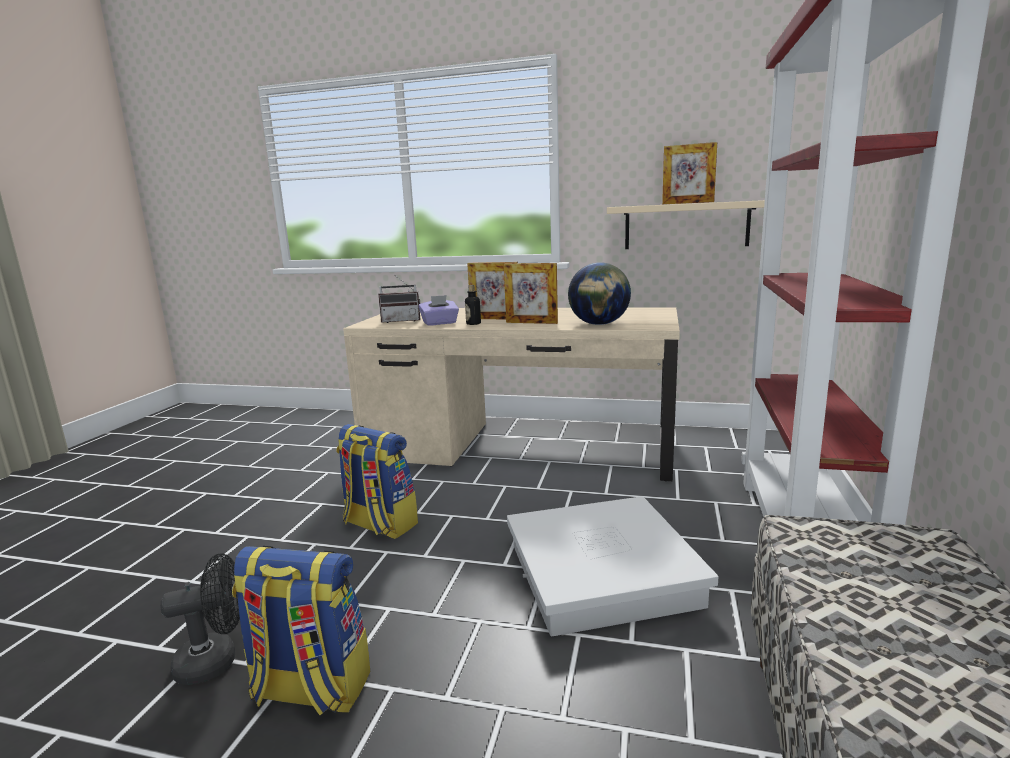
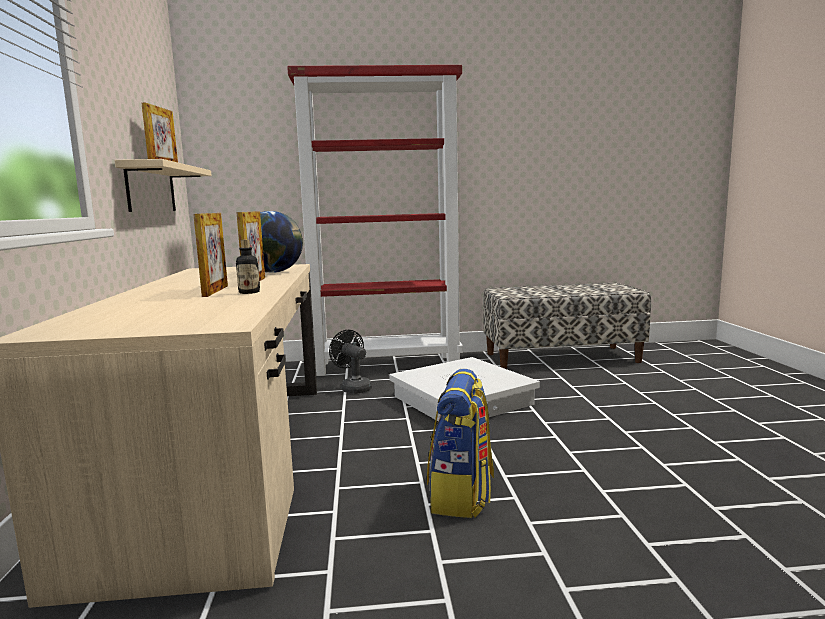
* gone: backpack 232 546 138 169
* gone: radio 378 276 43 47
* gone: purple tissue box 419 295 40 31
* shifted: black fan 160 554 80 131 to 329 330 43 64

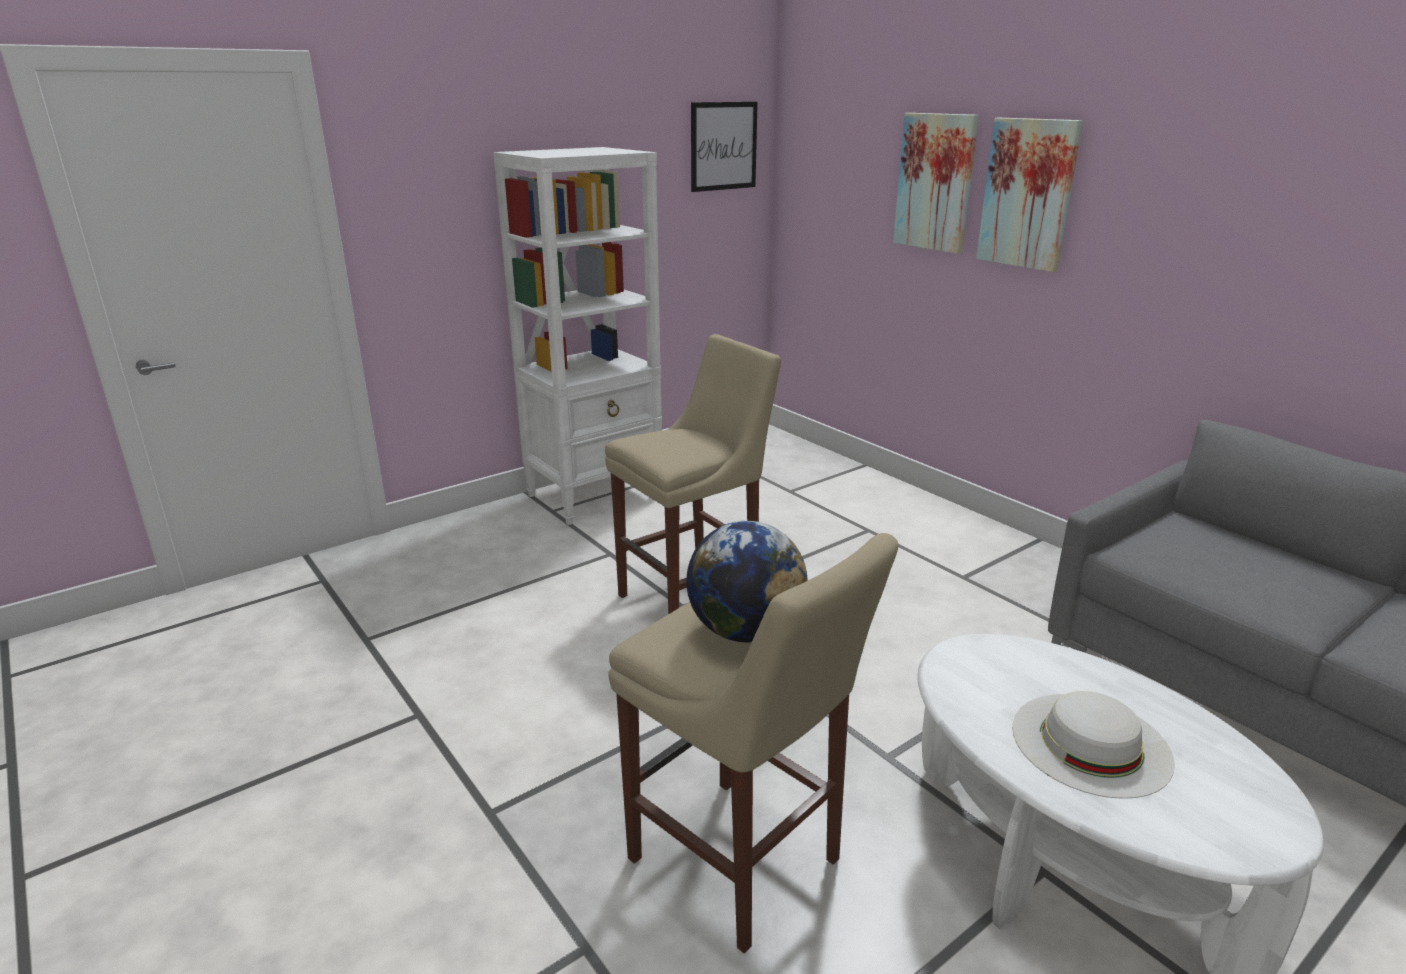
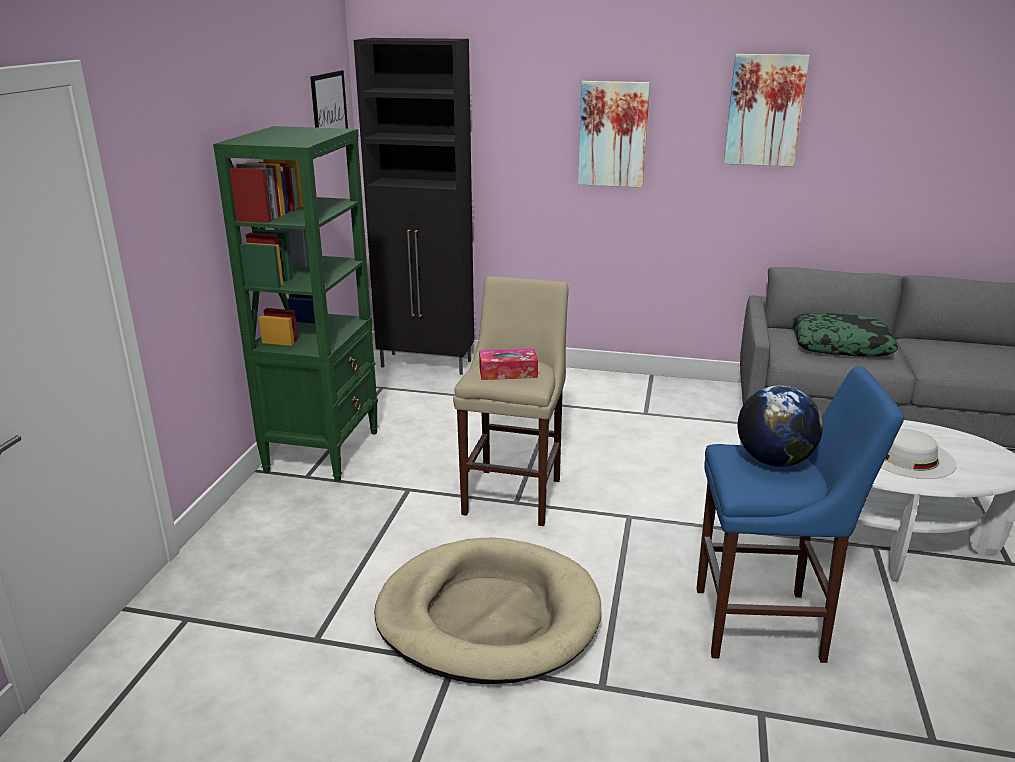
* new: black cabinet 354 38 120 337
* new: beige dog bed 375 538 227 146
* new: tissue box 479 349 59 31
* new: pillow 792 313 106 44
* shifted: picture 893 113 86 141 to 724 54 86 113
* repainted: white bookcase 493 147 169 378 to green bookcase 213 126 165 356
* repainted: beige stool 608 533 290 421 to blue stool 696 366 208 297

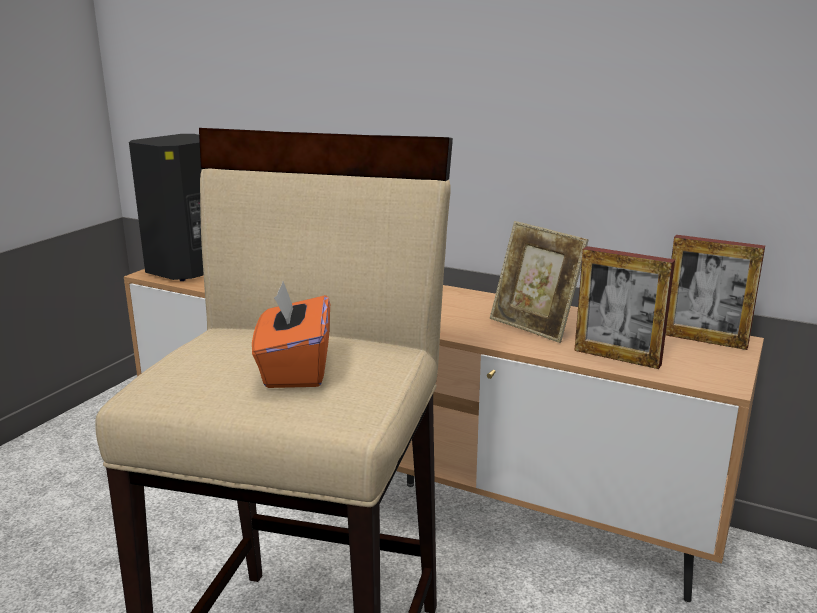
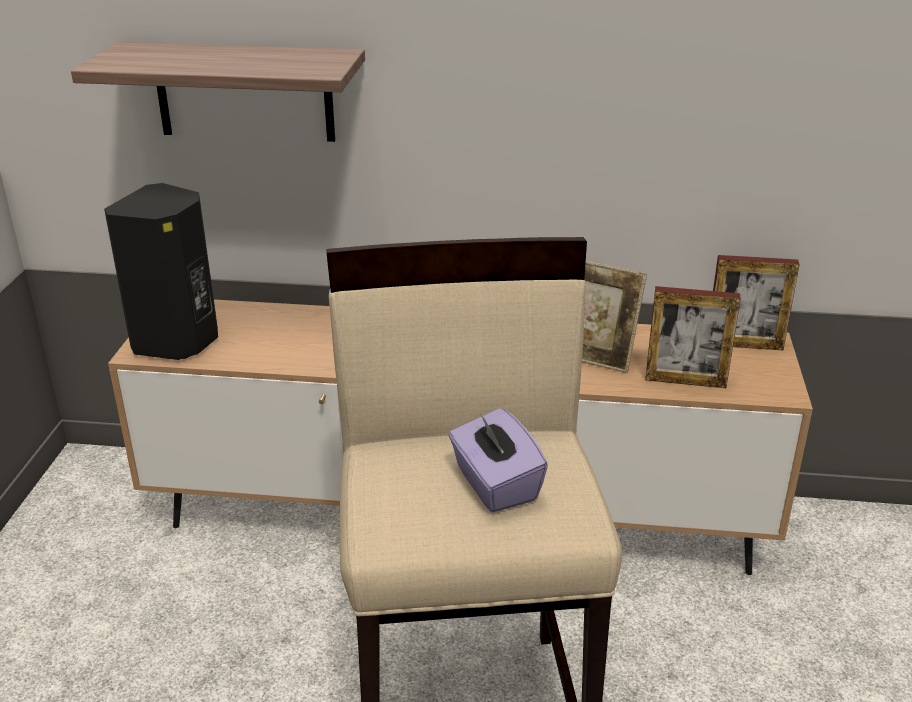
* new: shelf 71 42 294 100
* repainted: orange tissue box 252 281 78 107 to purple tissue box 449 408 99 104

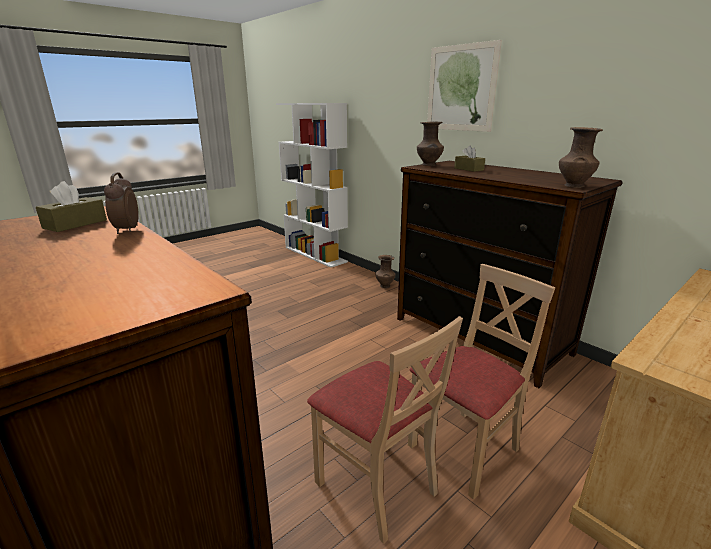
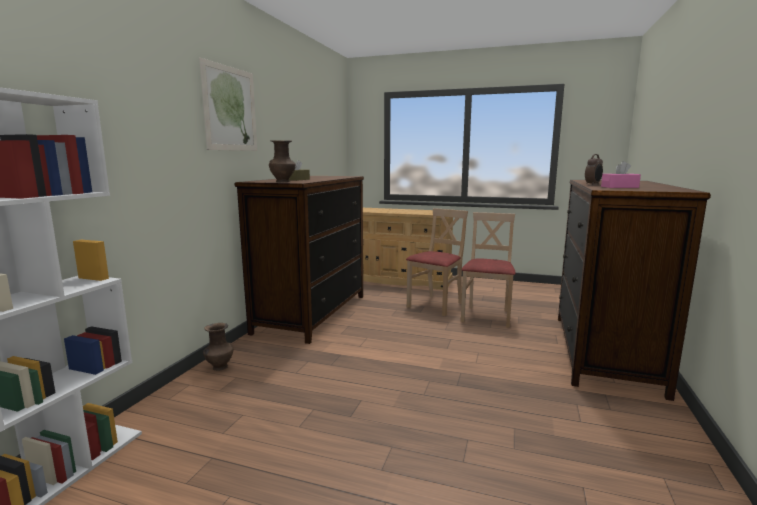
* gone: brown vase 559 127 44 61
* repainted: brown tissue box 36 181 71 51 to pink tissue box 601 161 40 27
* rotated: beige chair 408 264 147 236 = 406 208 62 108 105 degrees clockwise

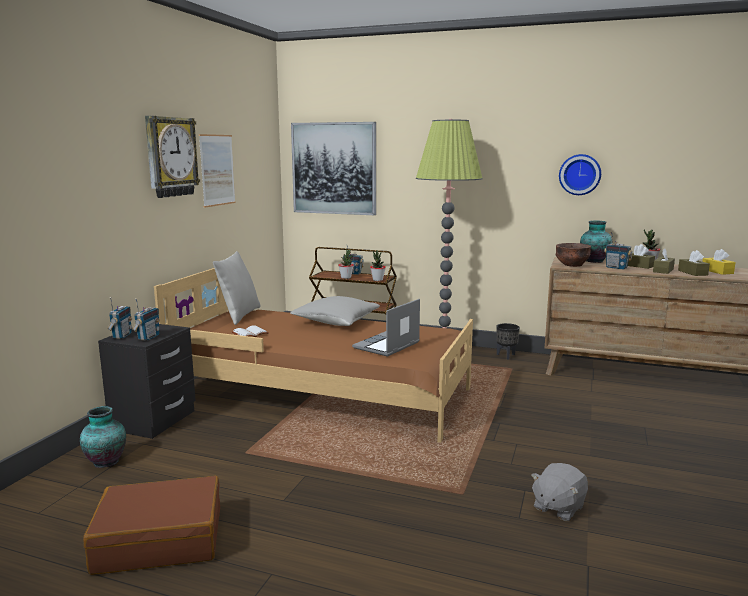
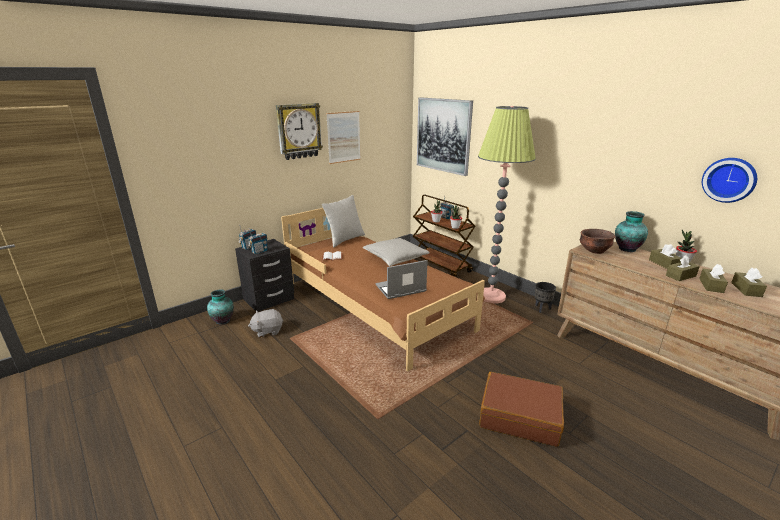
* gone: radio 604 232 28 37
* shifted: brown suitcase 83 476 137 99 to 479 372 85 75
* shifted: grey plush toy 531 463 57 58 to 248 309 35 29
* shifted: wall clock 559 154 42 41 to 702 158 55 45
* repainted: yellow tissue box 703 249 33 26 to brown tissue box 731 268 36 29

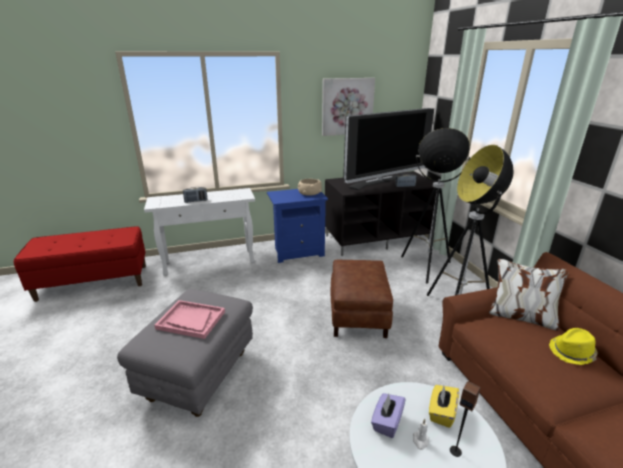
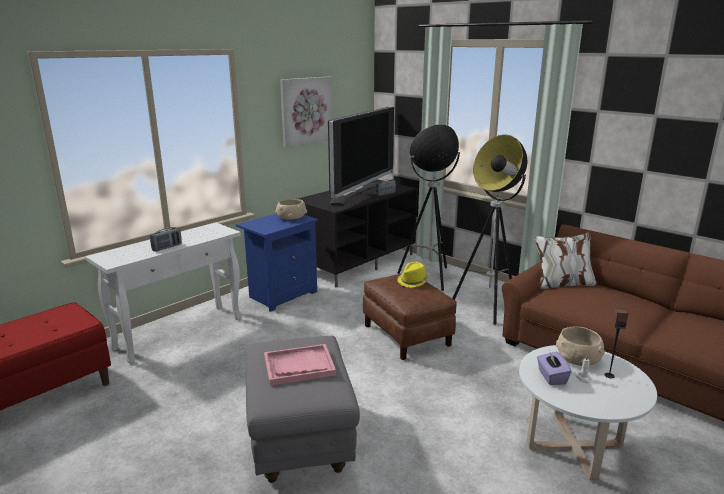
* shifted: yellow hat 549 328 49 37 to 397 262 31 26
* swapped: yellow tissue box 429 385 30 43 to beige bowl 556 327 49 39

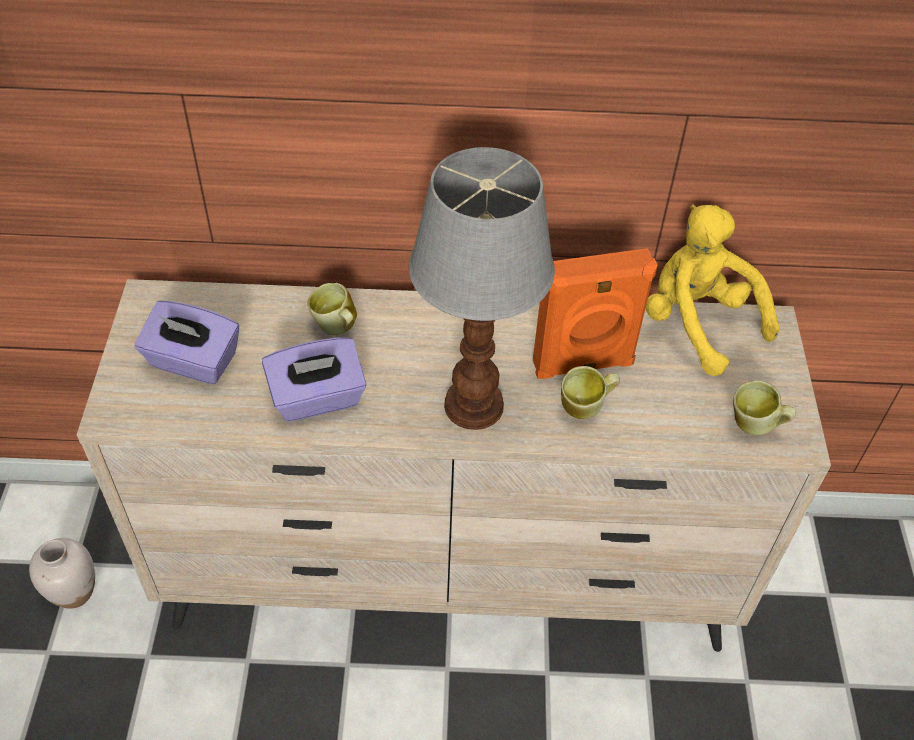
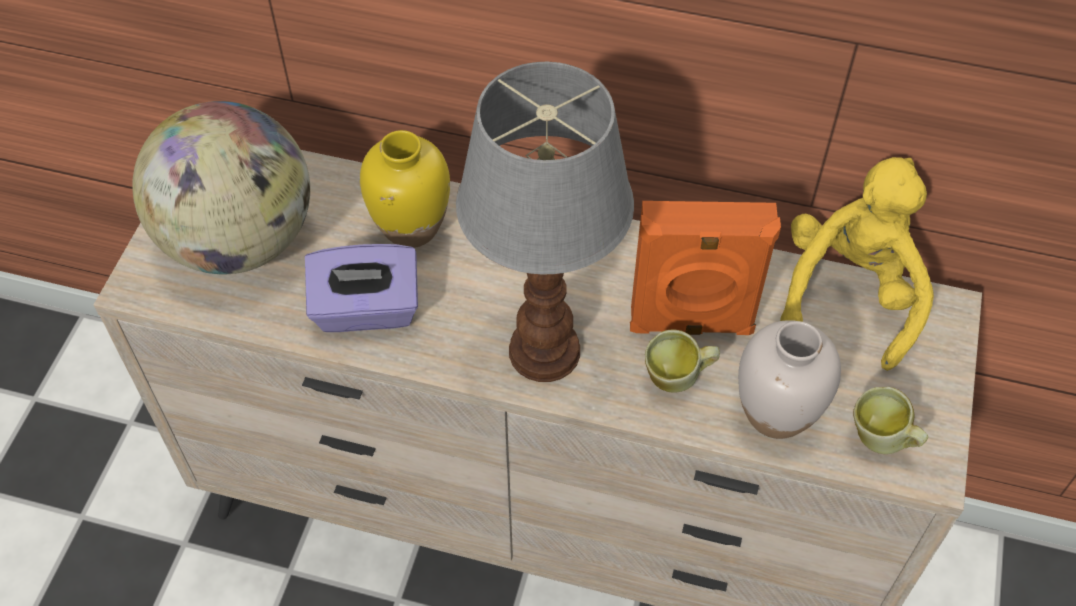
* shifted: white vase 29 538 66 71 to 738 320 103 119
* swapped: purple tissue box 134 301 105 83 to globe 132 101 178 173
* swapped: mug 307 283 50 52 to yellow vase 360 130 90 118
* rotated: yellow plush toy 646 205 134 171 = 780 157 154 214 45 degrees clockwise

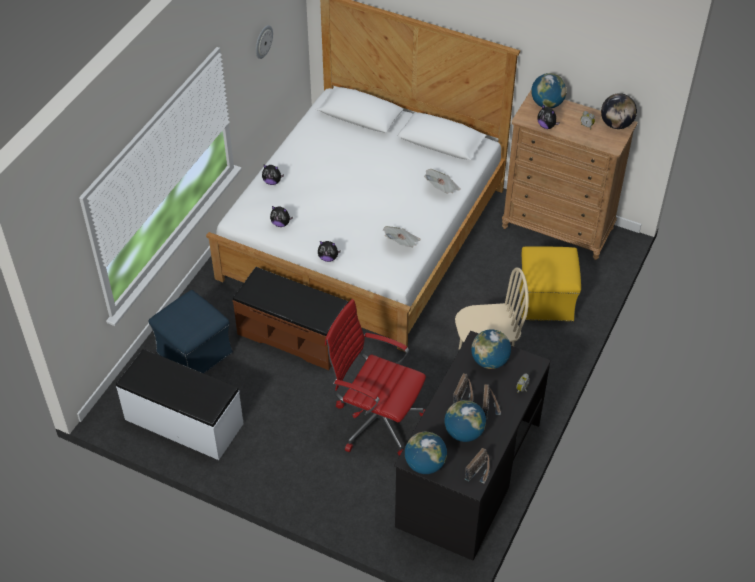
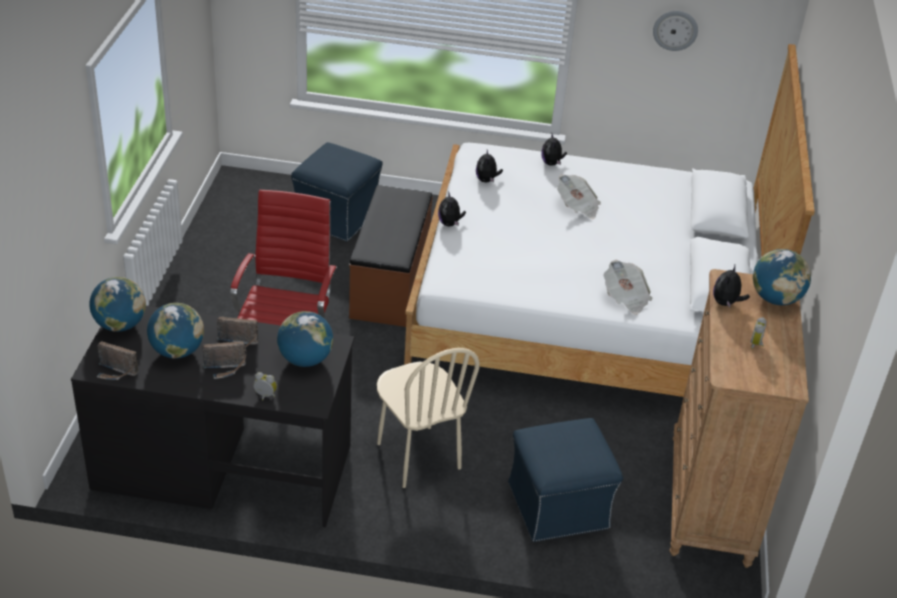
* gone: white bench 116 349 128 111
* gone: globe 601 93 36 36
* shifted: newspaper 383 226 38 22 to 557 174 44 45
* repainted: yellow ottoman 519 246 62 75 to blue ottoman 508 418 115 124

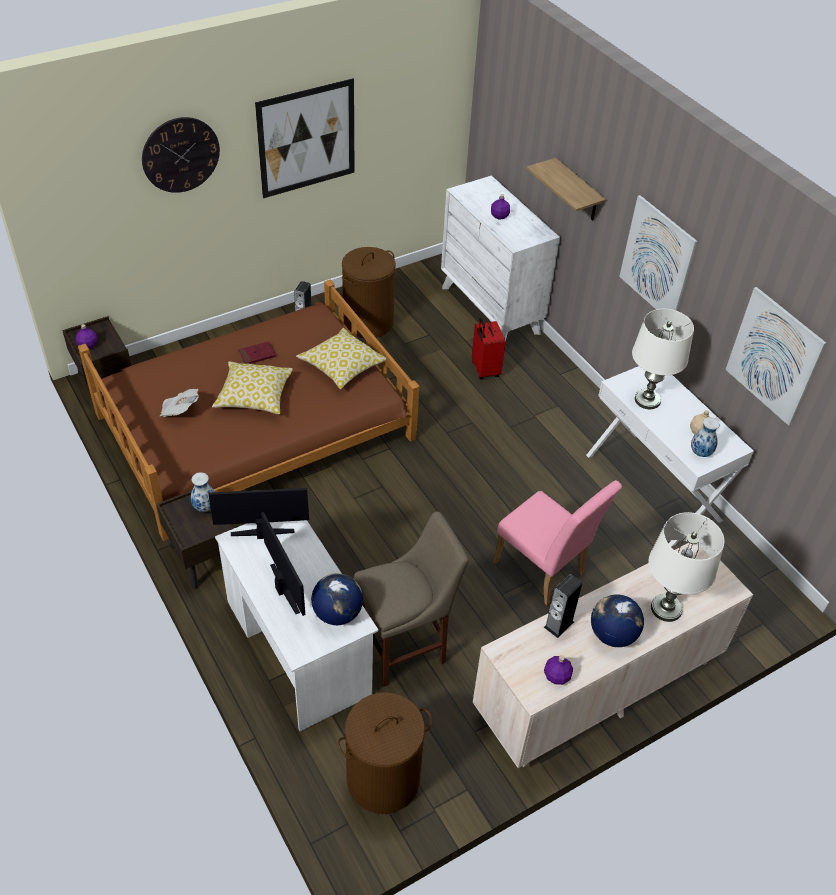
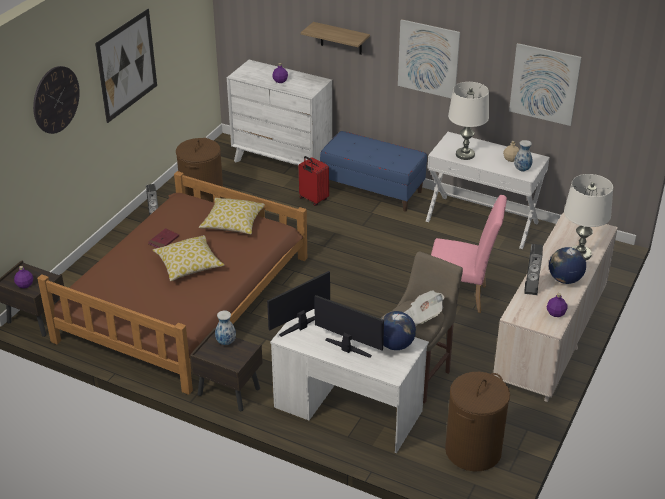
* new: blue bench 320 131 107 80
* shifted: newspaper 160 389 39 28 to 404 291 41 35

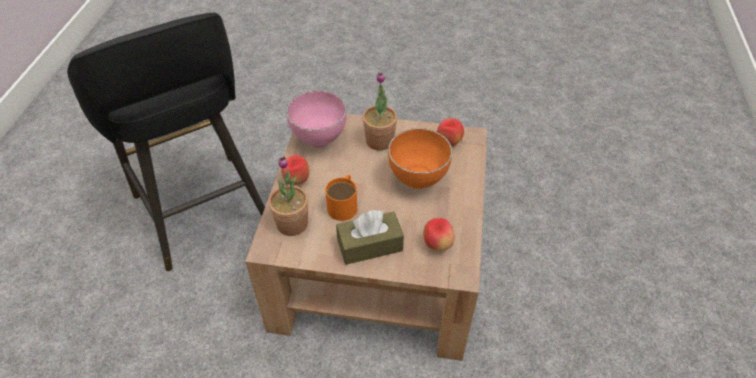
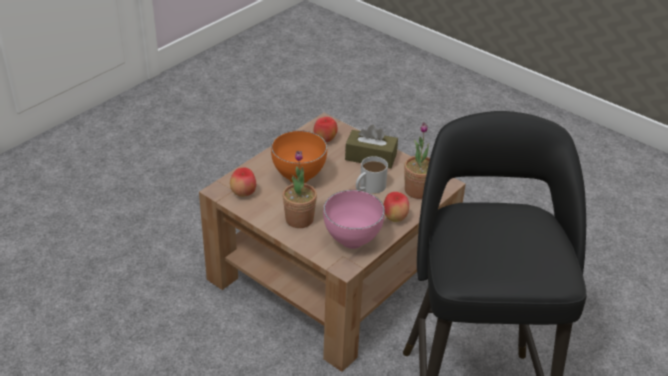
* repainted: orange mug 325 175 32 46 to white mug 356 156 32 38

